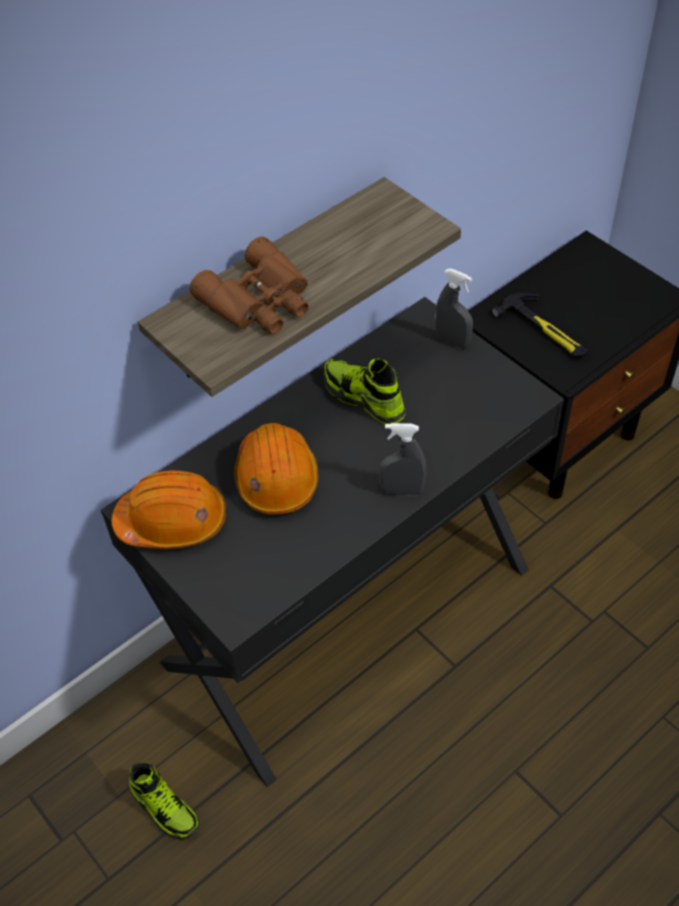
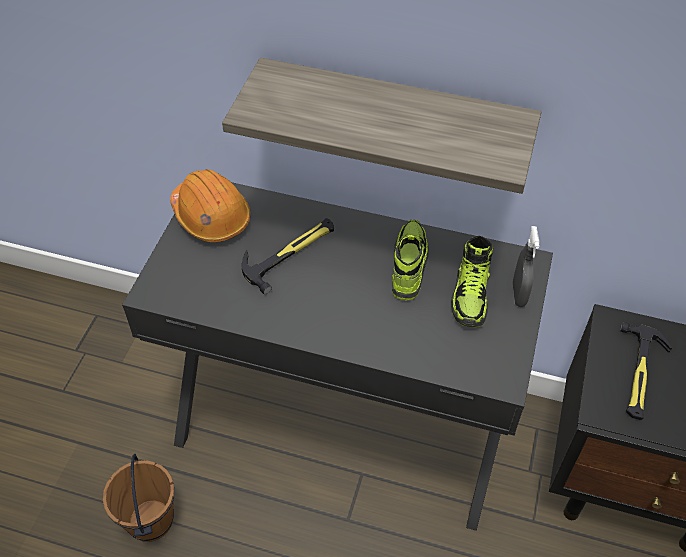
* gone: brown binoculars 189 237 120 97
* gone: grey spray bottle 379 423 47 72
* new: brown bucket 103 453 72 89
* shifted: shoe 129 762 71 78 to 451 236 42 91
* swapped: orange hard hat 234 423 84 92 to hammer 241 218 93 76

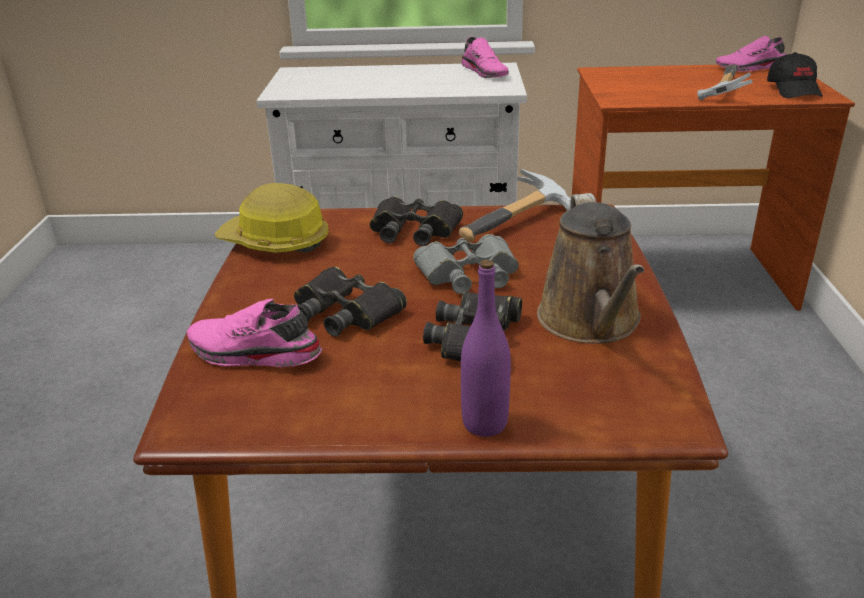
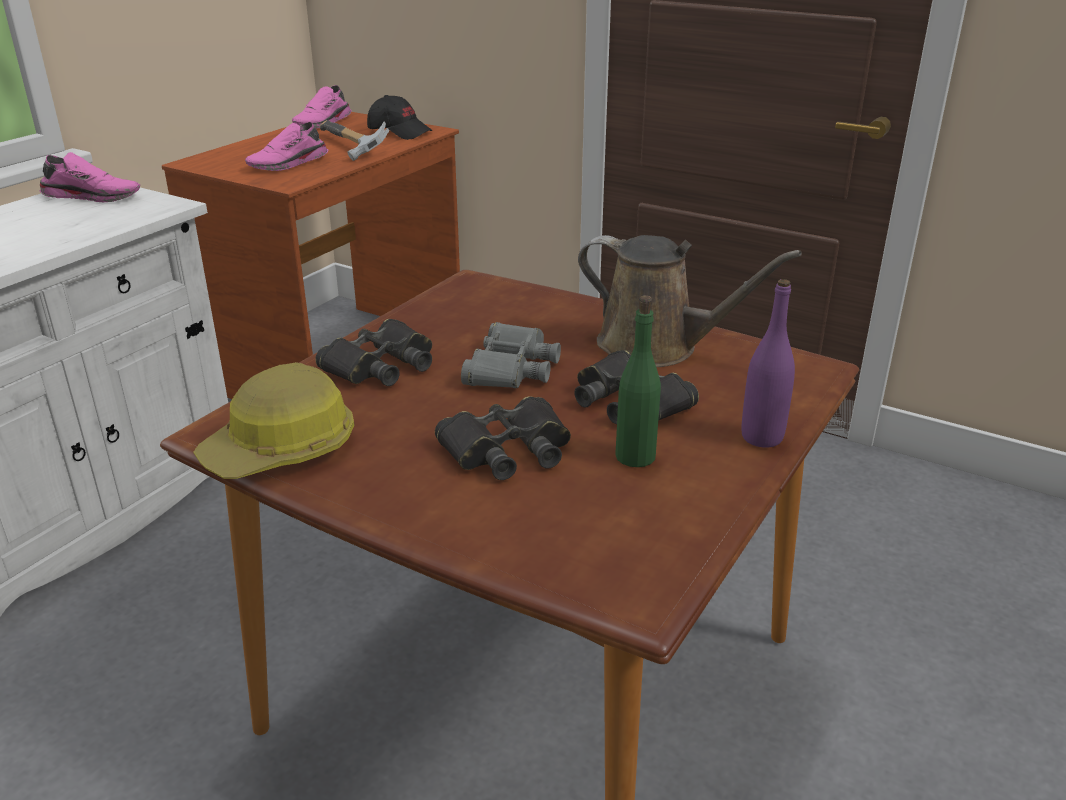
* gone: hammer 459 169 112 73
* new: green bottle 615 295 46 172
* shifted: pink shoe 187 299 135 68 to 245 122 83 49

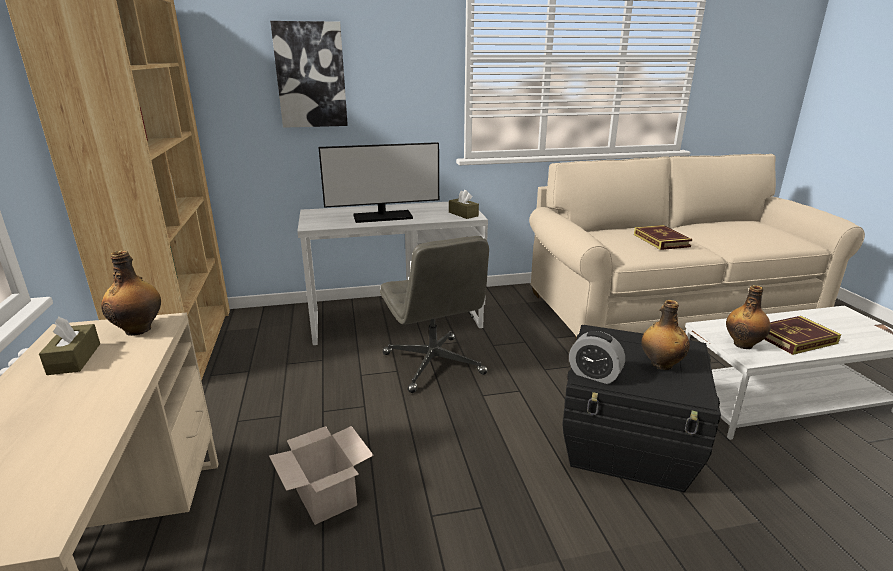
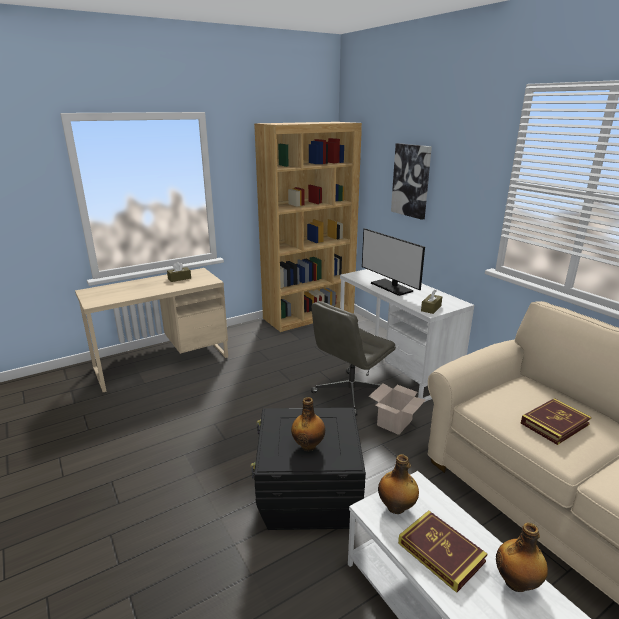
* gone: alarm clock 569 331 56 53
* shifted: bottle 101 250 60 86 to 496 522 52 70
* shifted: cardboard box 269 426 105 99 to 369 384 57 51

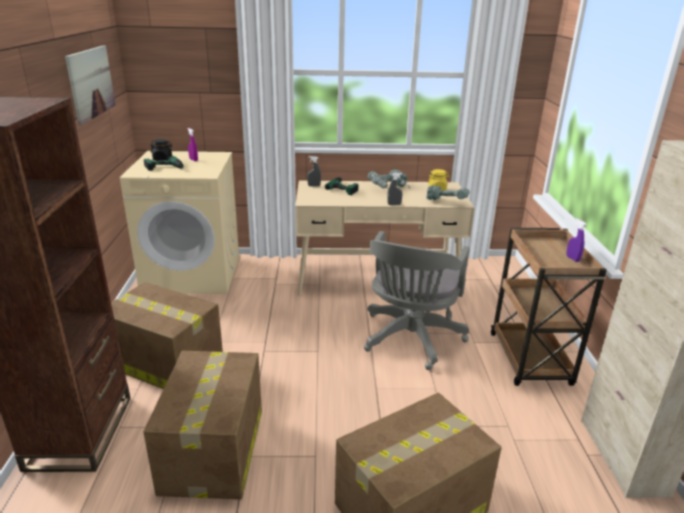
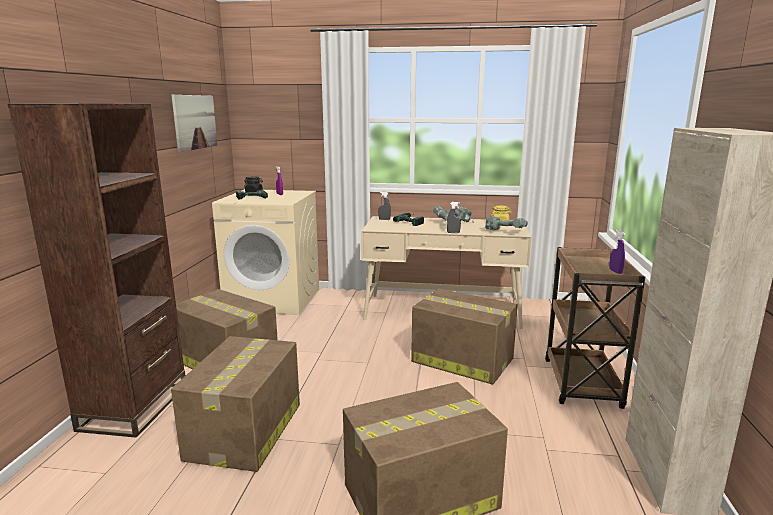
* swapped: grey office chair 364 231 106 139 to cardboard box 411 289 107 96

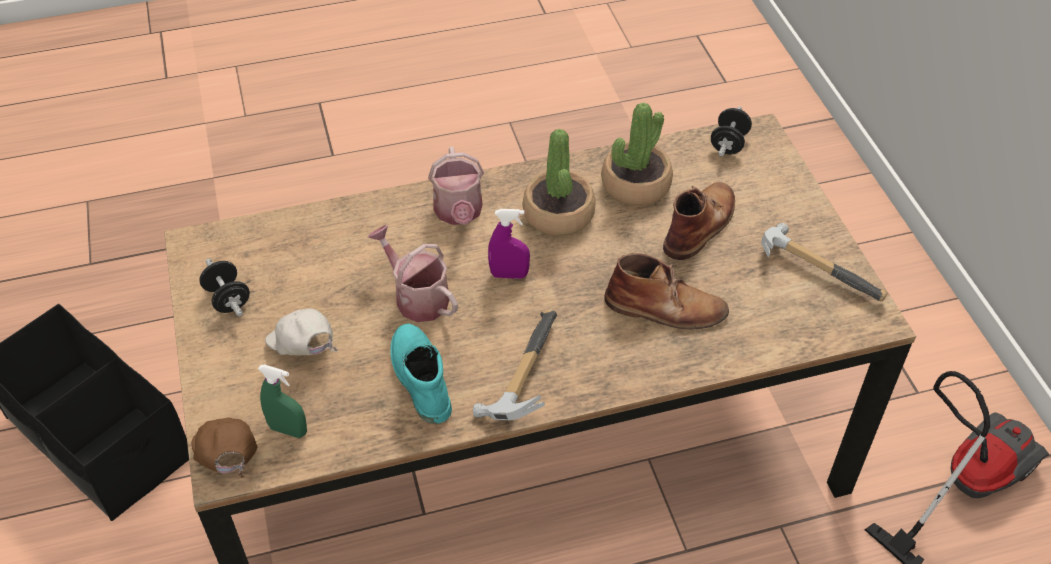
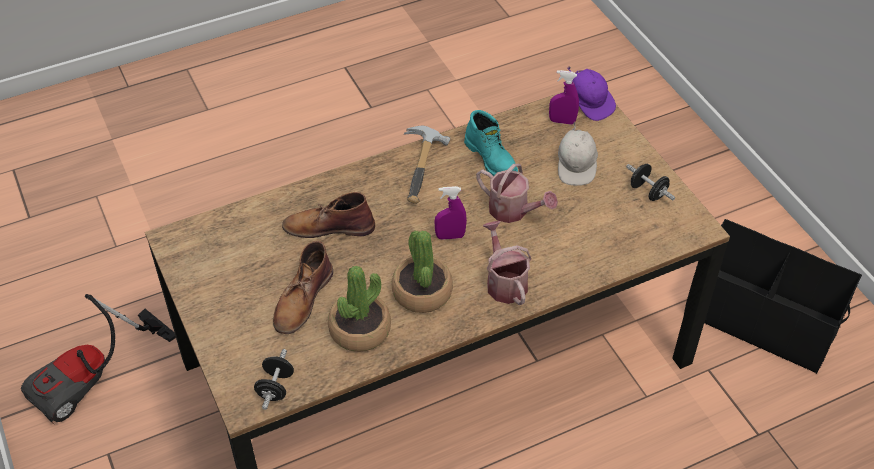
* gone: hammer 761 223 126 78
* repainted: brown cap 191 418 66 60 to purple cap 567 66 49 55
* repainted: green spray bottle 258 365 49 73 to purple spray bottle 549 70 30 55
* rotated: white cap 265 308 73 47 = 558 122 40 64 60 degrees clockwise

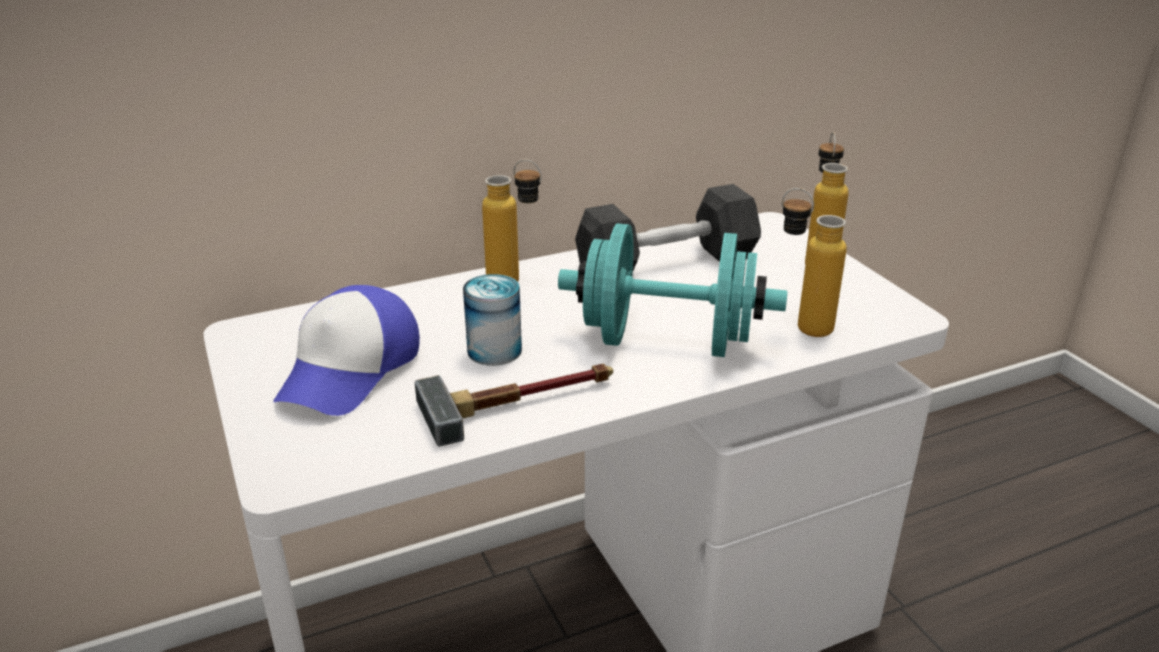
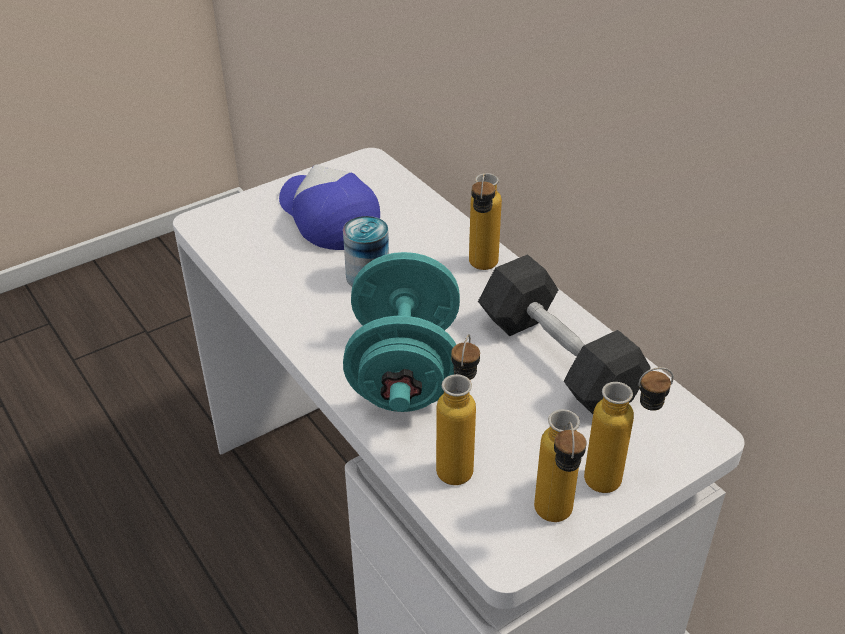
* gone: hammer 415 364 198 83
* new: bottle 534 409 53 113
* rotated: cap 273 285 147 131 = 279 164 101 86 45 degrees clockwise

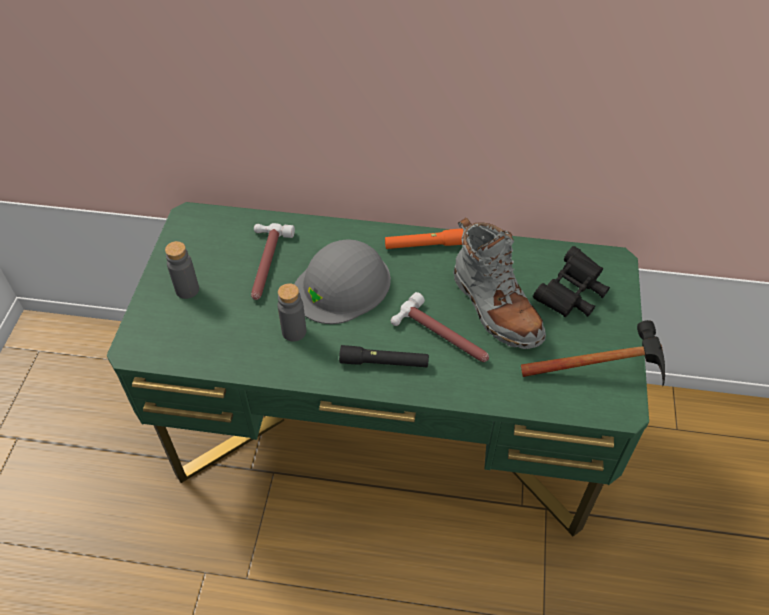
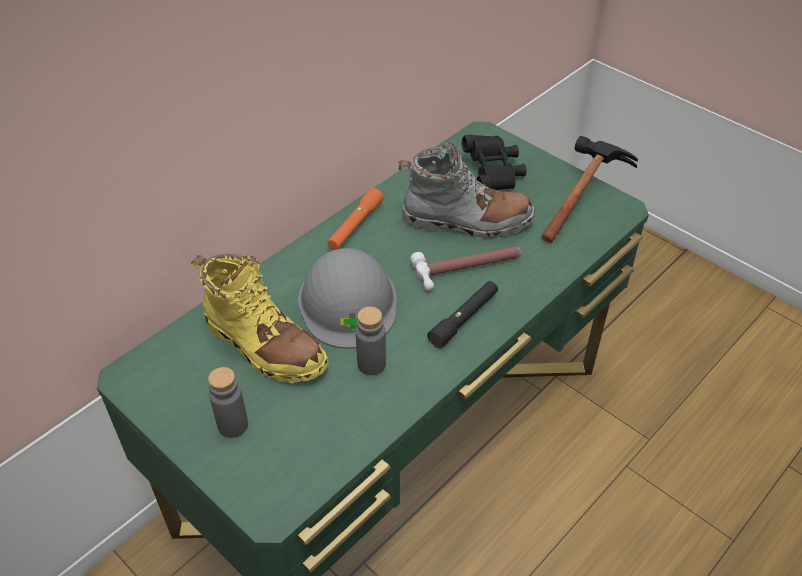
* swapped: hammer 251 223 44 77 to yellow boot 191 254 138 129

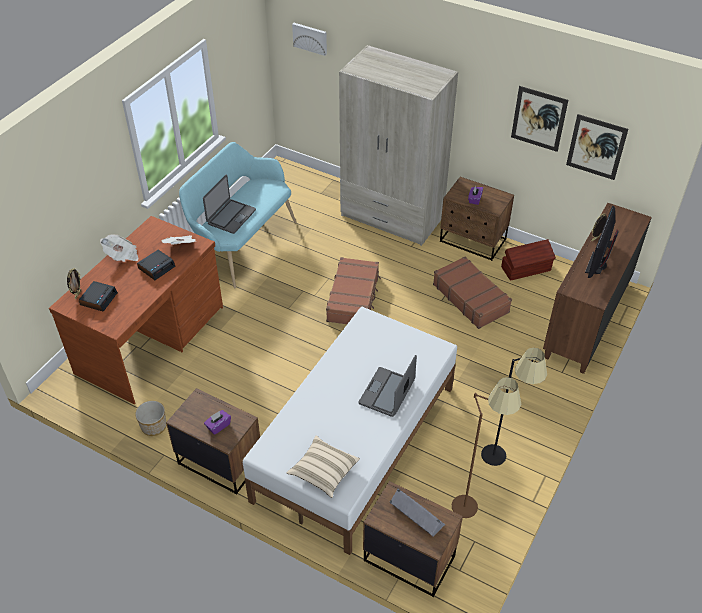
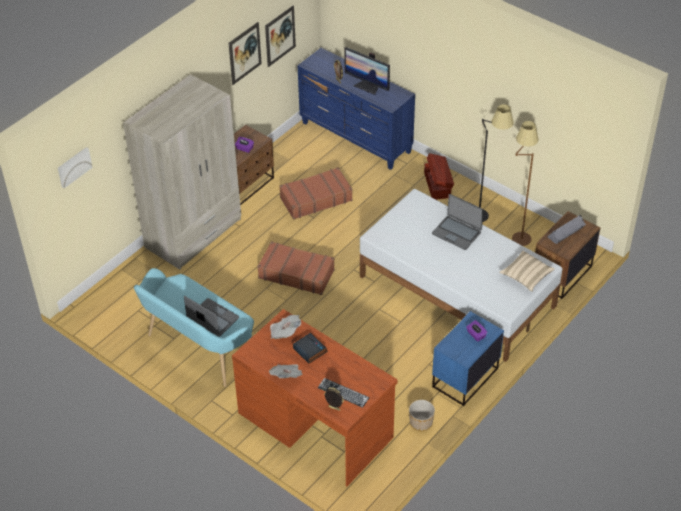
* shifted: brown storage box 501 239 55 42 to 424 153 30 47
* swapped: alarm clock 79 281 39 31 to keyboard 318 378 51 30
* repainted: brown nightstand 166 388 94 107 to blue nightstand 432 311 72 95
* repainted: brown dresser 543 203 109 171 to blue dresser 297 48 118 122

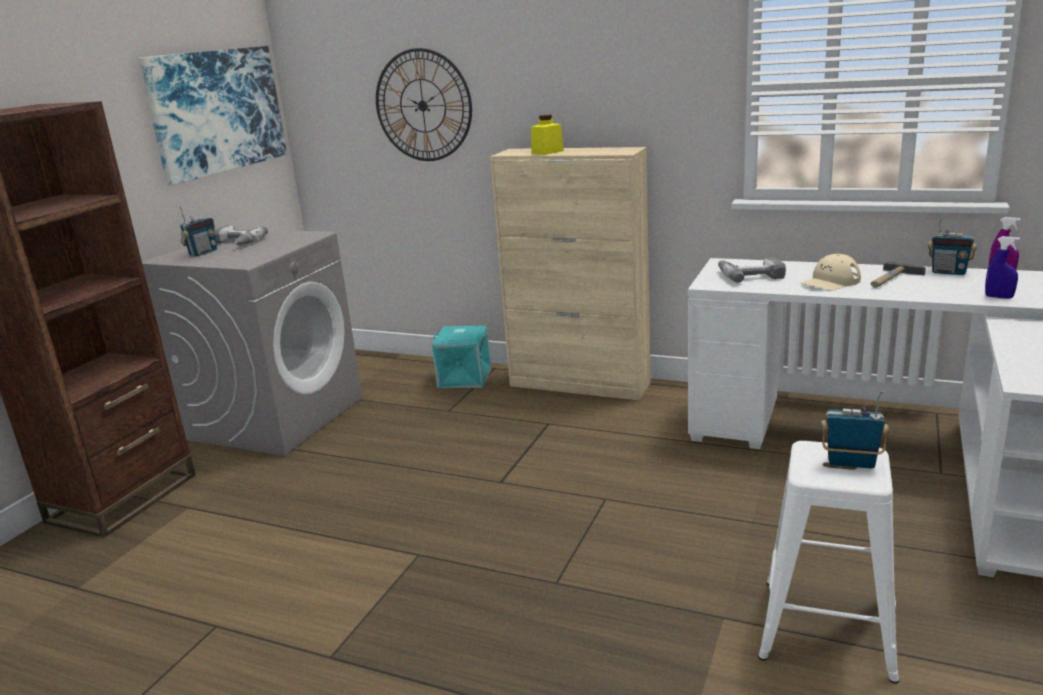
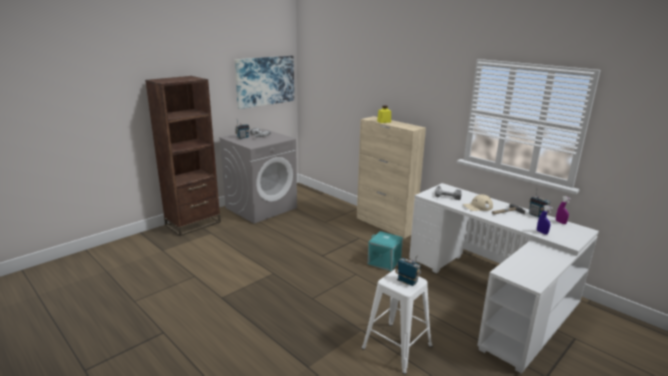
* gone: wall clock 376 48 96 113
* shifted: turquoise storage box 432 326 59 62 to 368 231 35 40

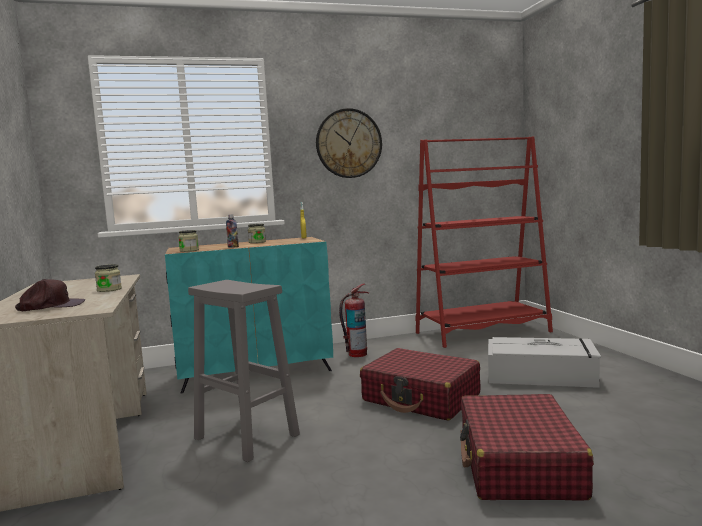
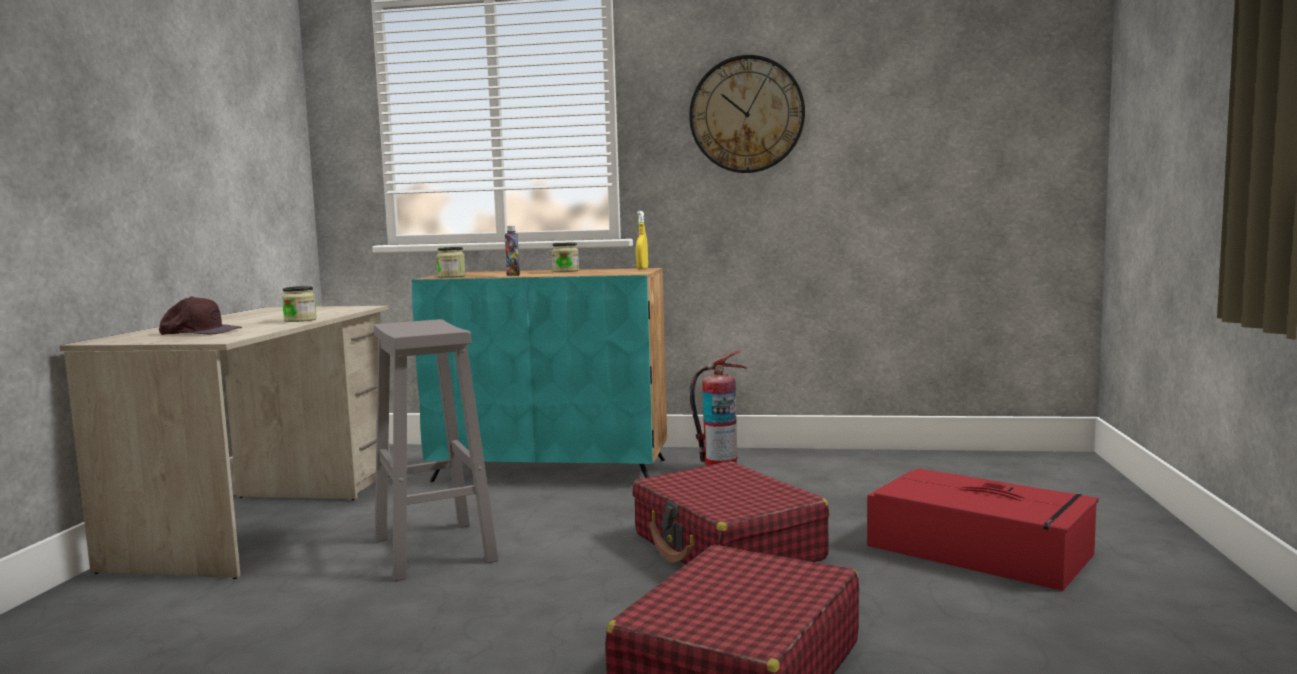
* gone: red bookcase 415 136 138 212
* repainted: grey storage box 488 337 113 51 to red storage box 867 468 232 123

